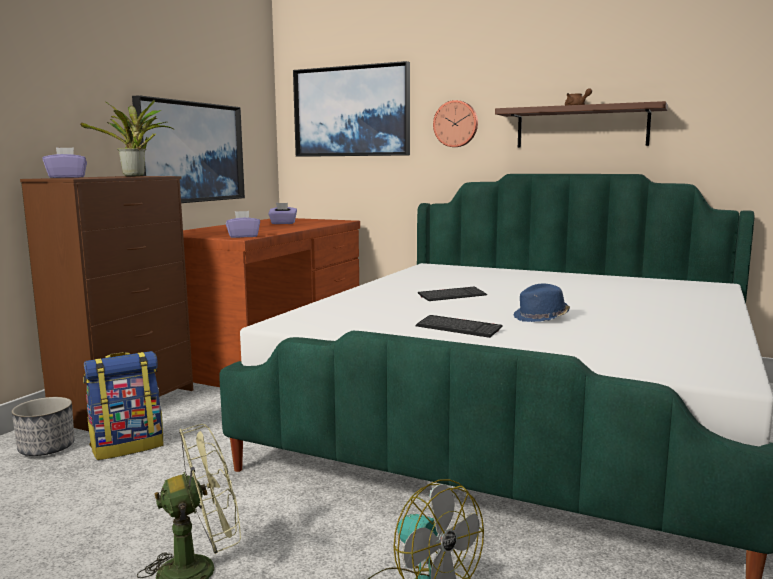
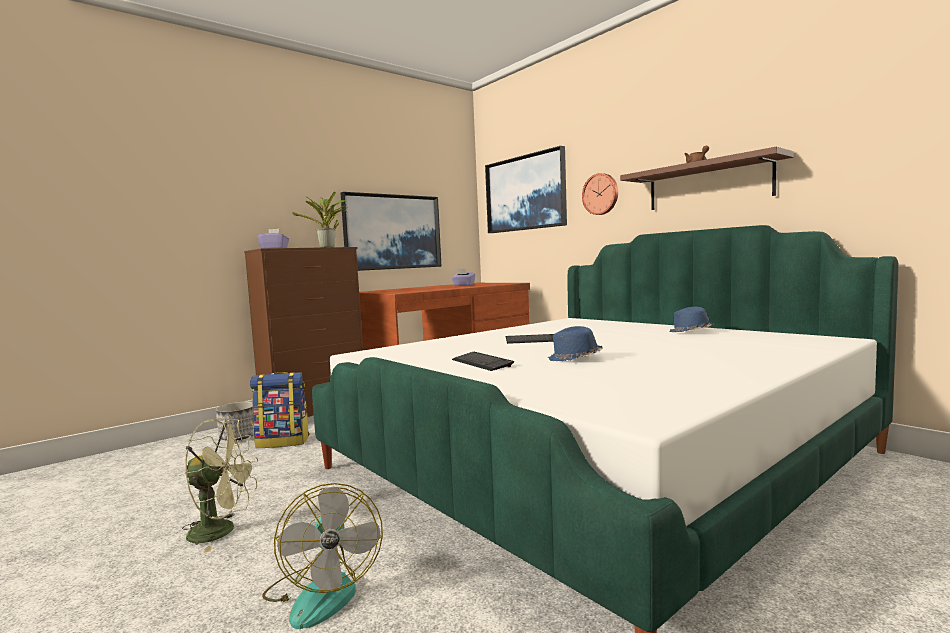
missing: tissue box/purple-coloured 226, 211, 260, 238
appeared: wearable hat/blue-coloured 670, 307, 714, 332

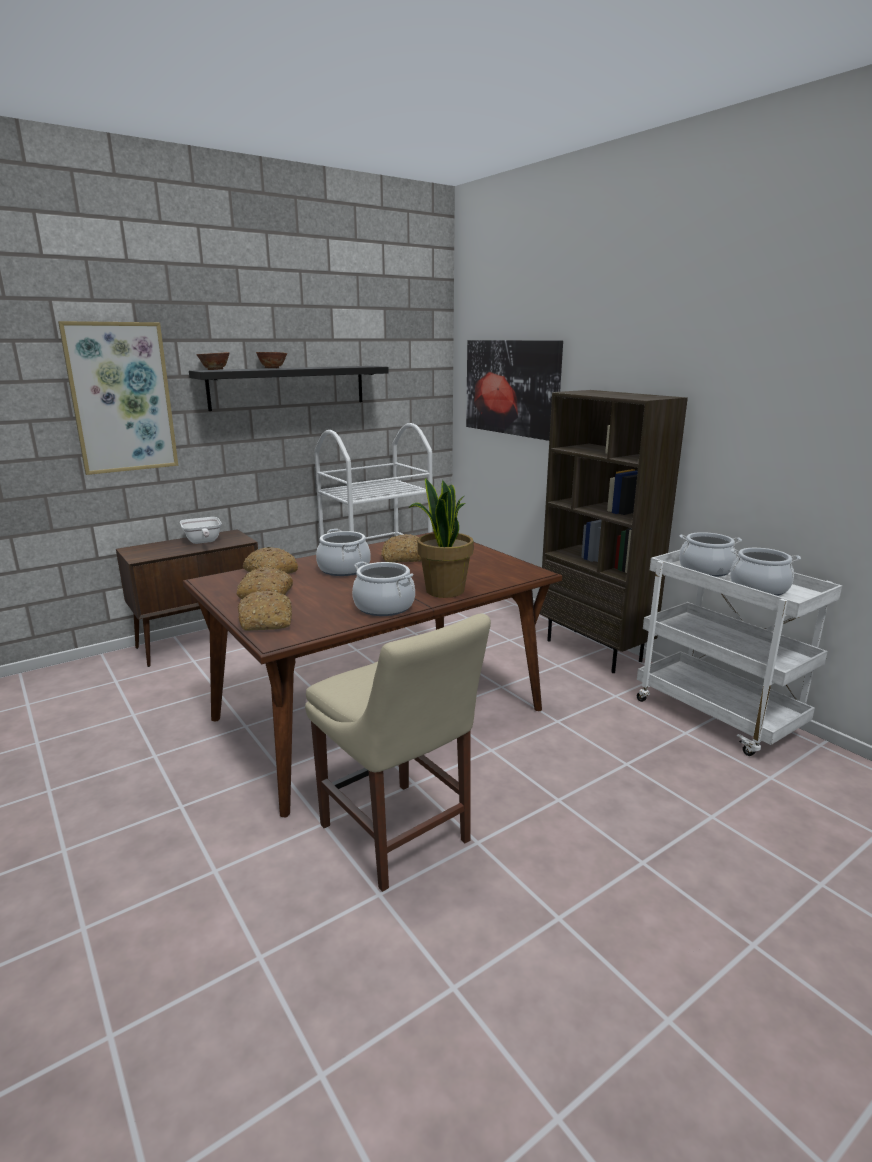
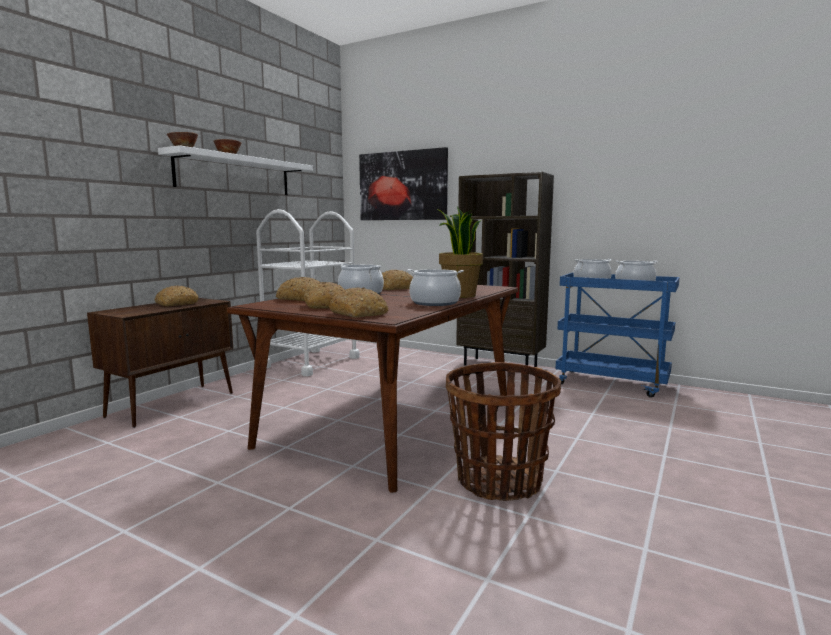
missing: wall picture 58, 321, 178, 475
exchanged: pan 180, 517, 222, 544 to baked bread 155, 286, 198, 306; chair/beige-coloured 305, 613, 491, 892 to basket 446, 362, 561, 501
colour: shelf/black 189, 366, 389, 411 to shelf/white 158, 145, 313, 195; wheeled cart/white 637, 550, 842, 756 to wheeled cart/blue-coloured 556, 272, 680, 398

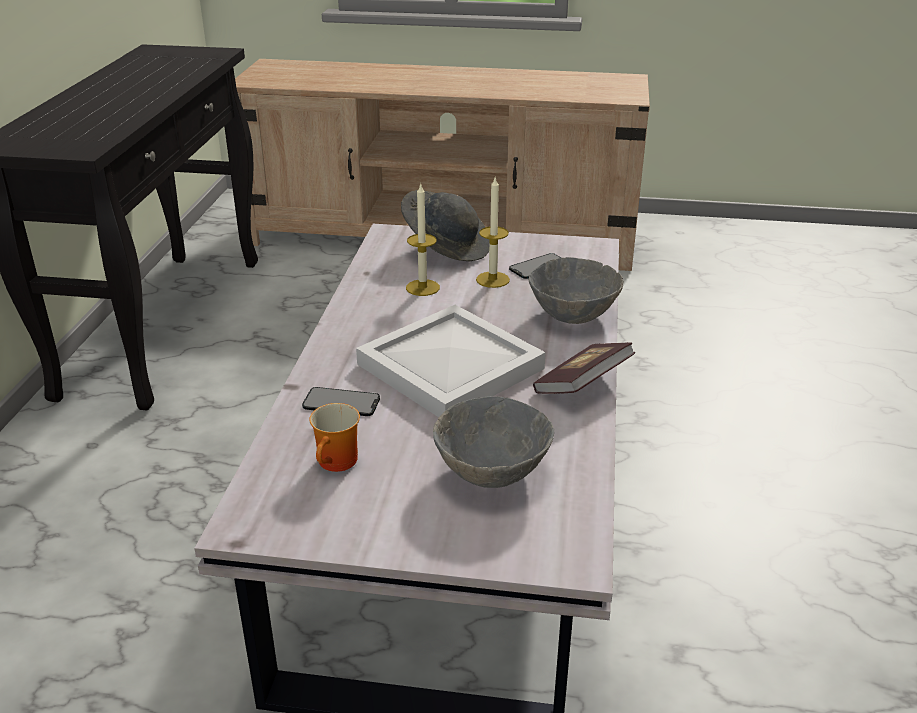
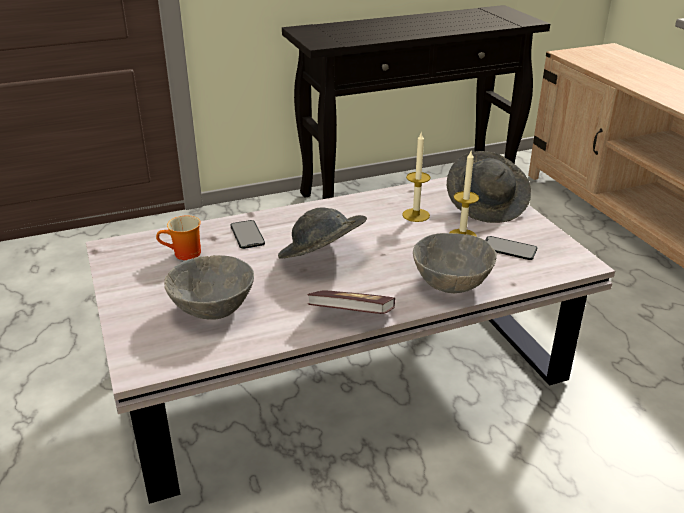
exchanged: carrying tray/white 356, 305, 546, 417 to wearable hat/greyish 278, 208, 367, 259

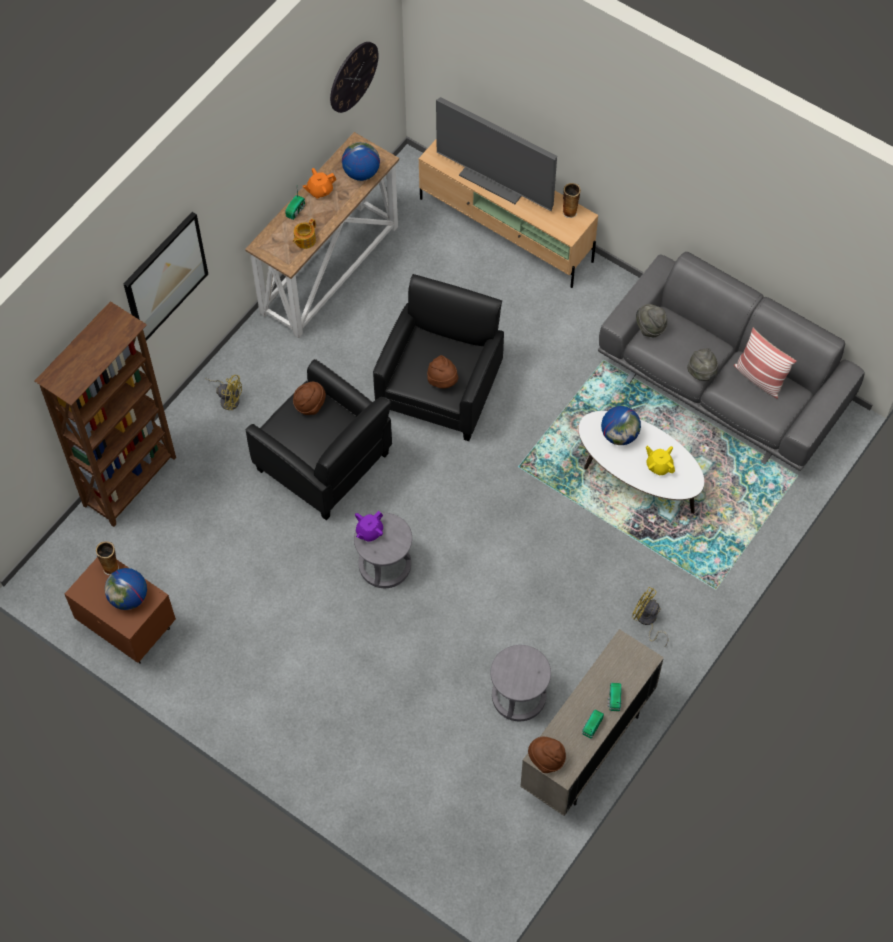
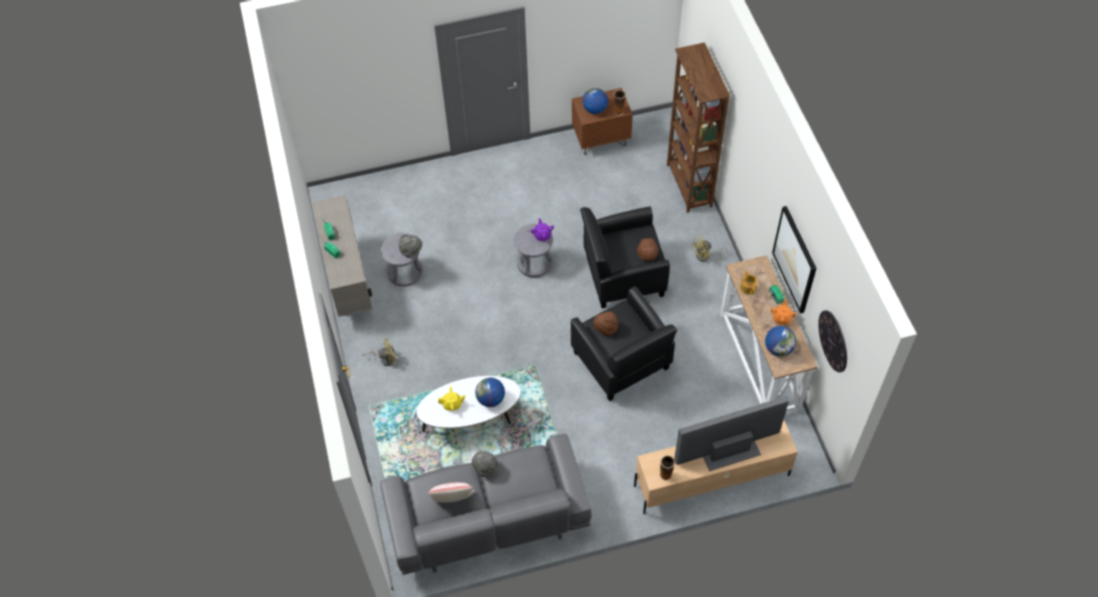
missing: wearable hat/brown 528, 737, 566, 773
relocated: wall picture 123, 212, 208, 341 to 772, 206, 817, 314; wearable hat/greyish 636, 304, 667, 337 to 399, 234, 422, 258

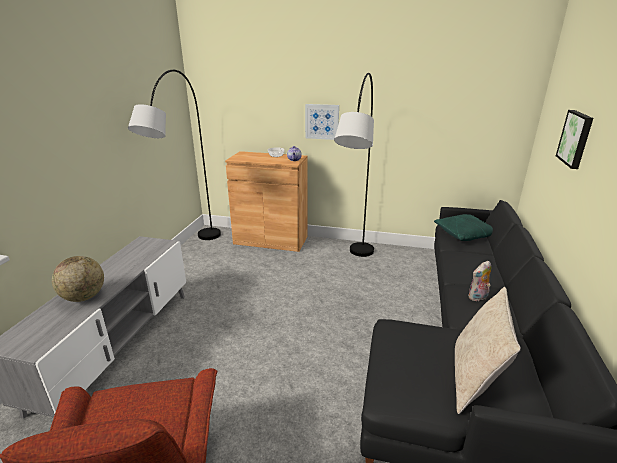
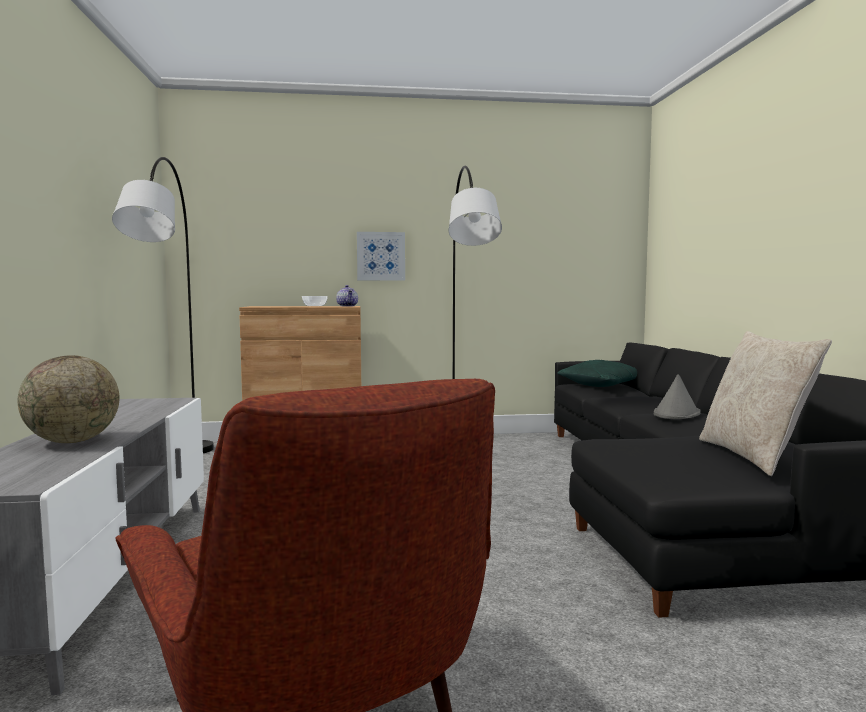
missing: wall picture 556, 110, 593, 169
exchanged: soft toy 468, 261, 491, 301 to wearable hat/greyish 654, 374, 701, 419

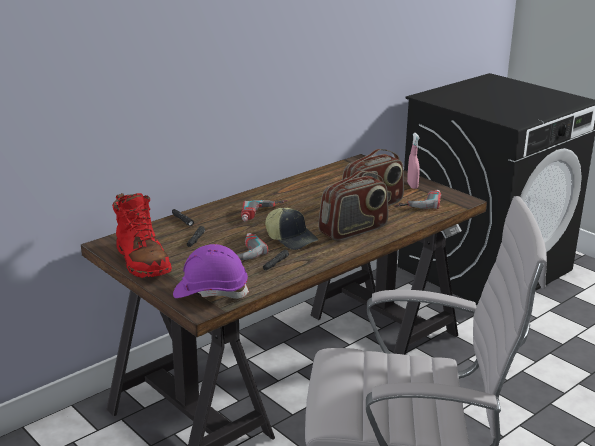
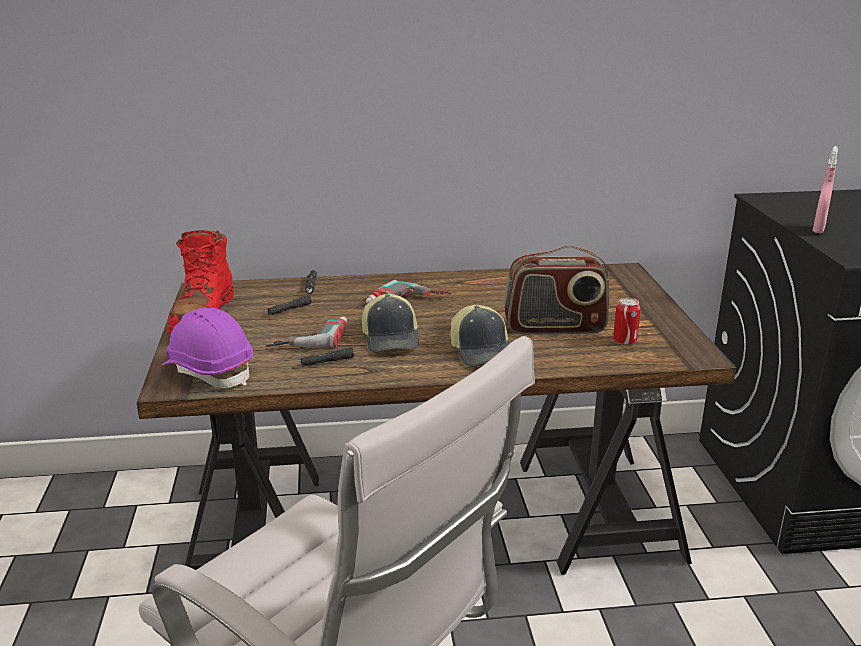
relocated: sprayer/pink-coloured 407, 133, 420, 189 to 812, 146, 838, 233
exchanged: radio receiver 319, 171, 388, 241 to peaked cap 451, 305, 509, 367; electric drill 394, 190, 441, 209 to metal can 613, 298, 641, 345

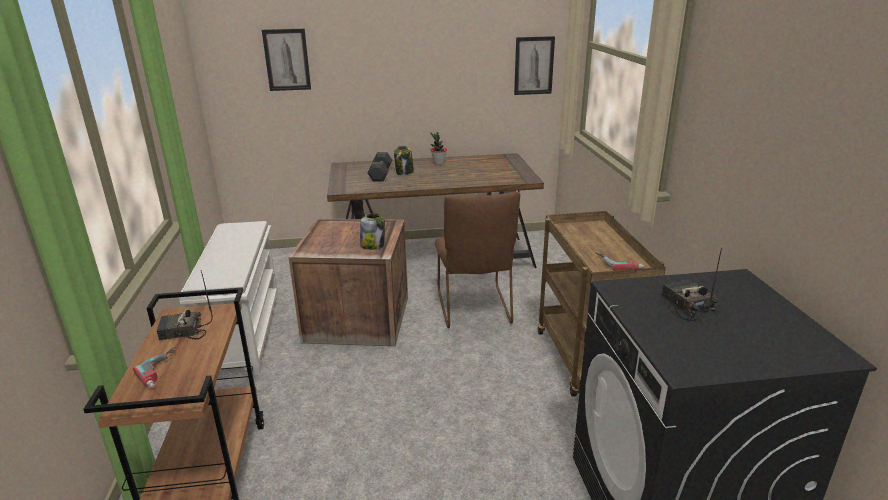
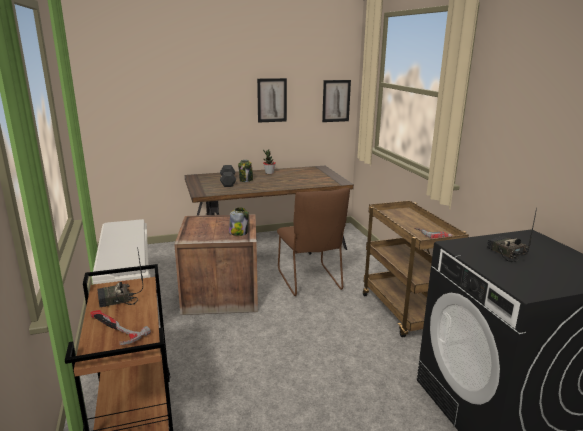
relocated: wall picture 262, 29, 311, 91 to 257, 78, 287, 123
exchanged: electric drill 133, 347, 176, 388 to tool hammer 90, 310, 151, 345

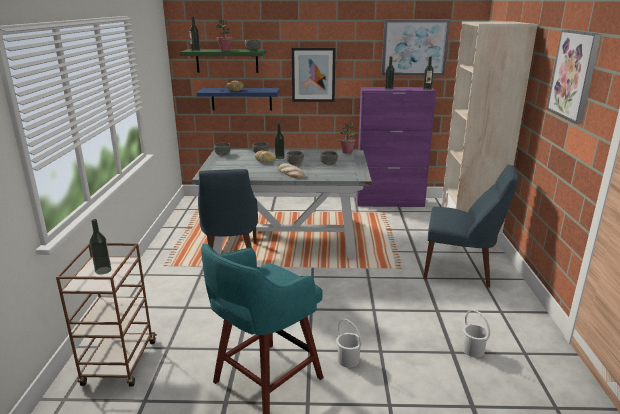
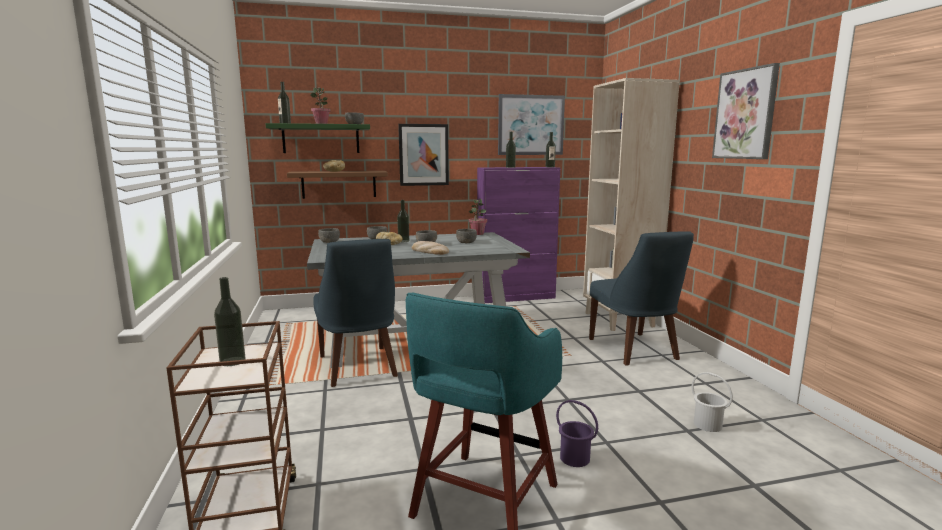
colour: shelf/blue-coloured 197, 88, 280, 110 to shelf/brown 287, 171, 388, 199; water bucket/white 336, 319, 362, 368 to water bucket/purple-coloured 556, 400, 598, 467
spun: chair/blue-coloured 423, 165, 519, 288 = 589, 231, 694, 366 75 degrees clockwise

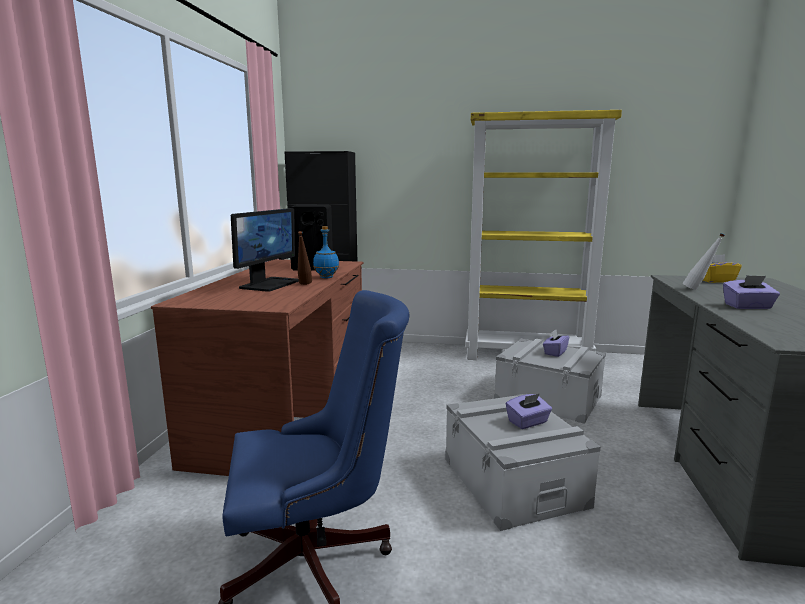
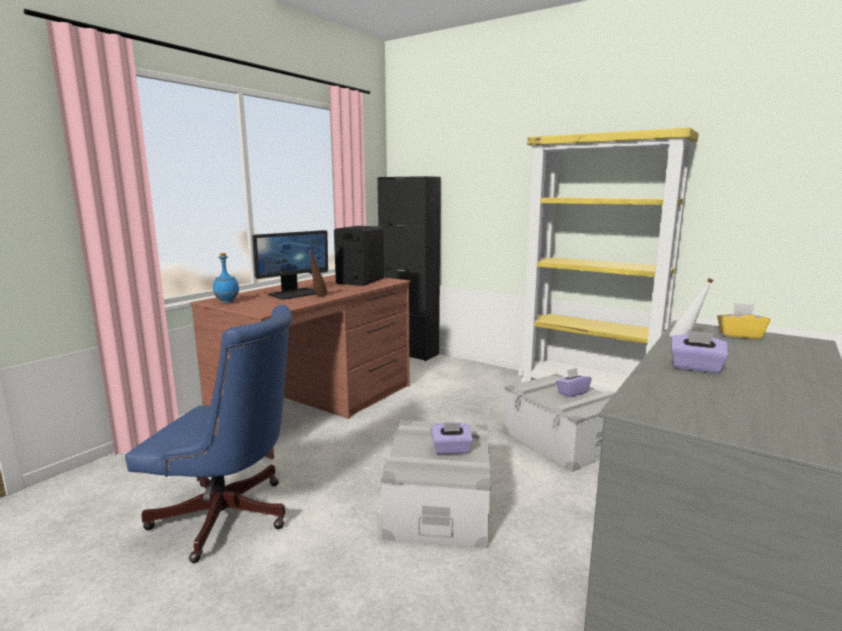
relocated: beverage bottle/blue-coloured 313, 226, 339, 278 to 213, 253, 240, 303

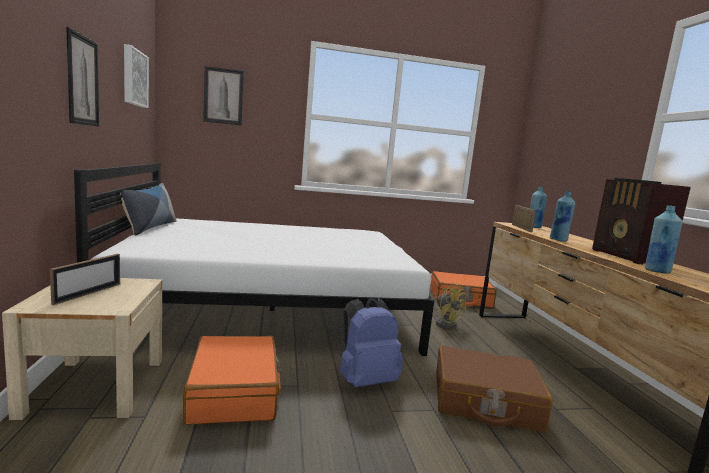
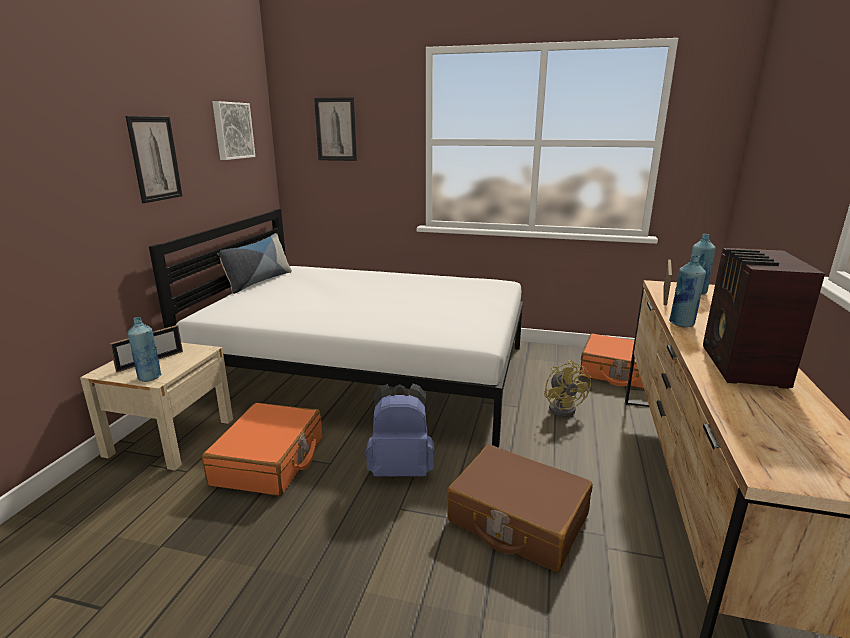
relocated: beverage bottle/blue-coloured 645, 205, 683, 274 to 128, 317, 162, 382

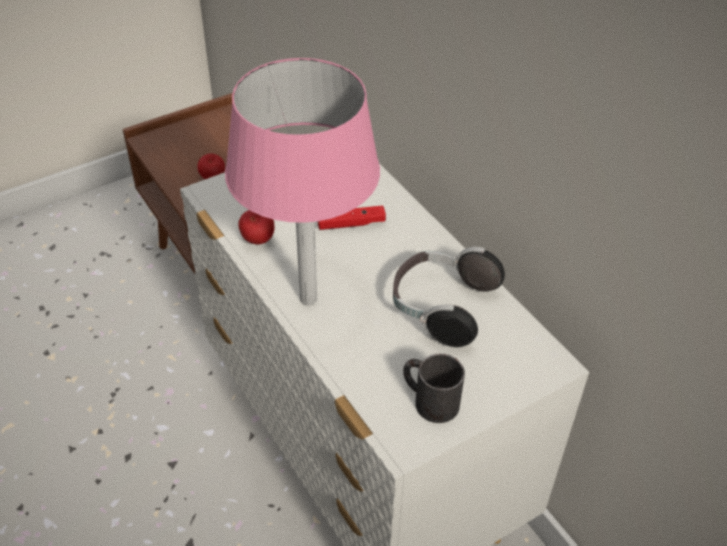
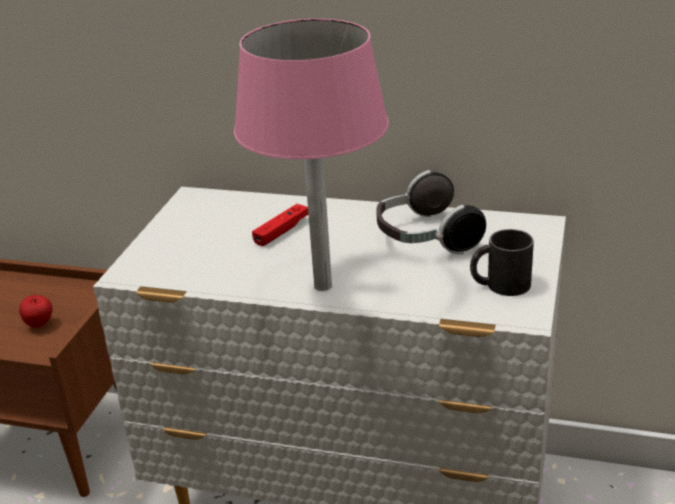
missing: apple 238, 210, 274, 245

